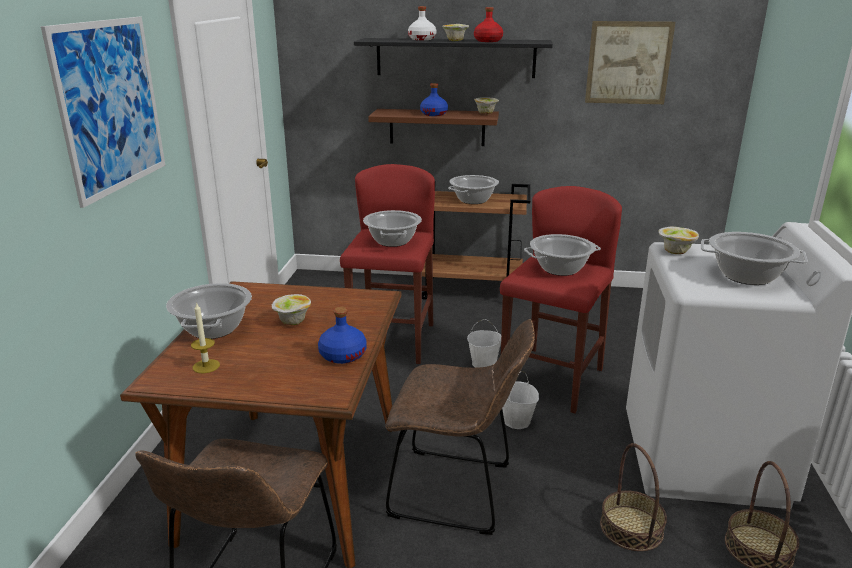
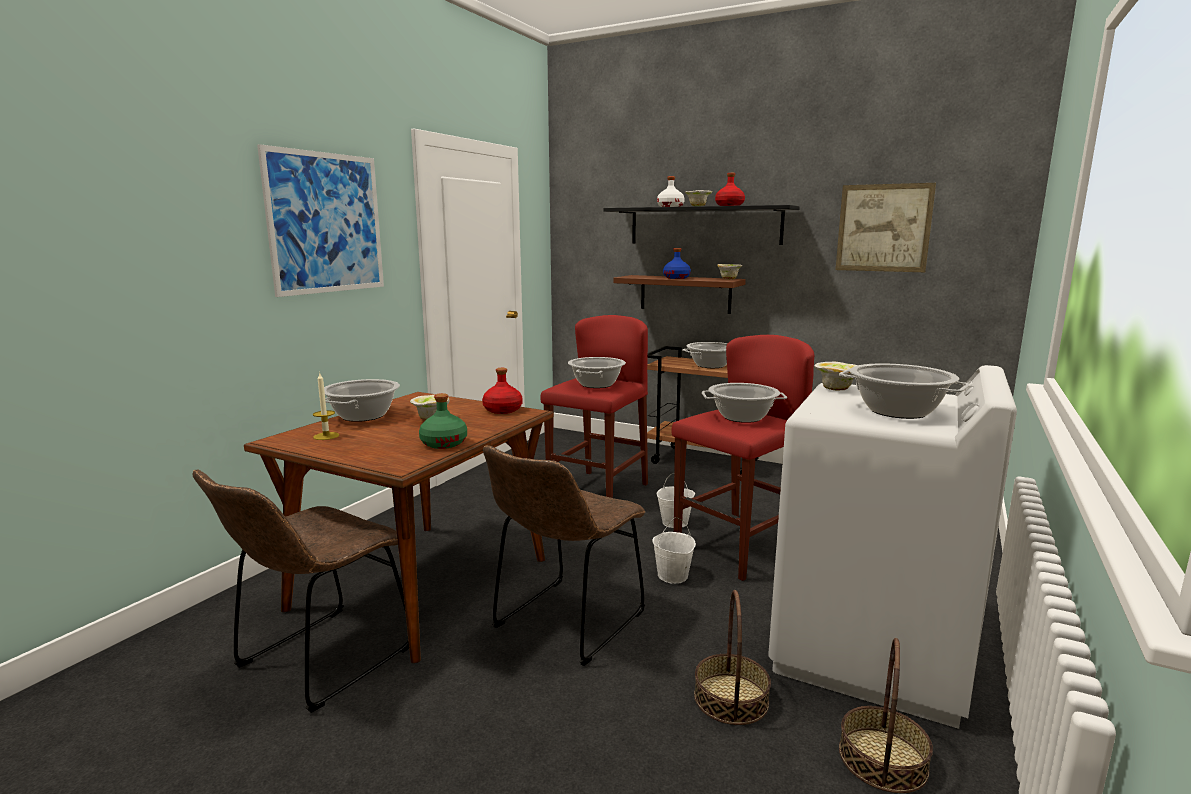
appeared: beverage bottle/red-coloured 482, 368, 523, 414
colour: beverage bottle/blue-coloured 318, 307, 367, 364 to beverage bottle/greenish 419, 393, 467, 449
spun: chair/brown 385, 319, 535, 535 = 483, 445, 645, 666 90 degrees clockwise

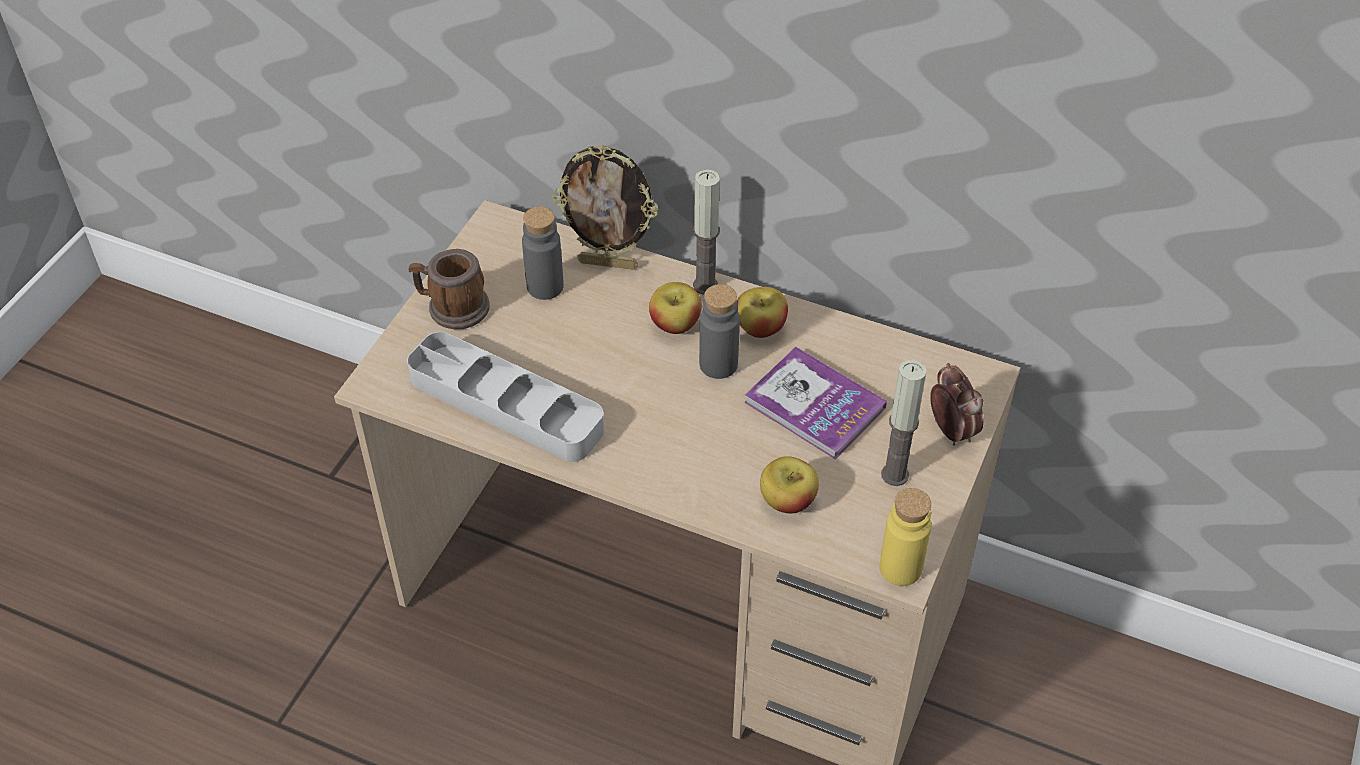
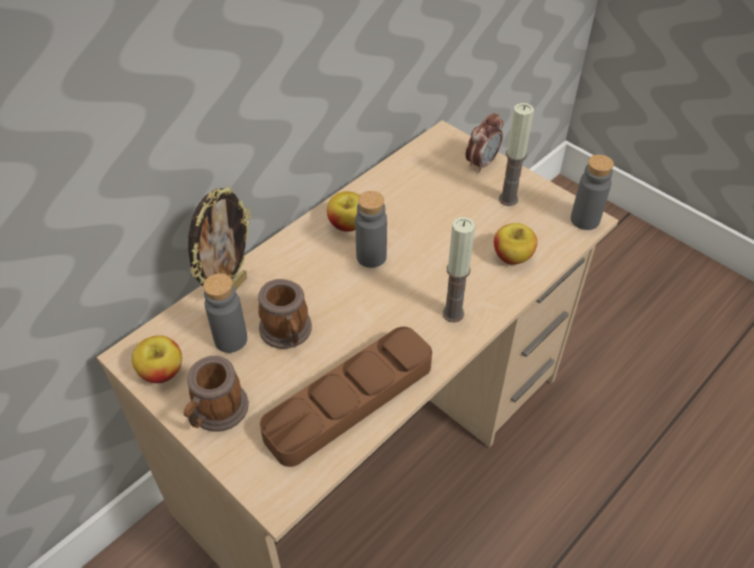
missing: volume 744, 347, 887, 460
appeared: mug 258, 279, 312, 349
relocated: apple 649, 282, 702, 334 to 132, 335, 182, 383; wax light 693, 169, 720, 295 to 443, 217, 475, 323
colour: carrying tray/greyish 407, 331, 604, 462 to carrying tray/brown 260, 327, 432, 467; beverage bottle/yellow-coloured 880, 488, 931, 586 to beverage bottle/greyish 571, 154, 614, 230
spun: table clock 930, 363, 984, 446 = 465, 113, 503, 173 135 degrees clockwise

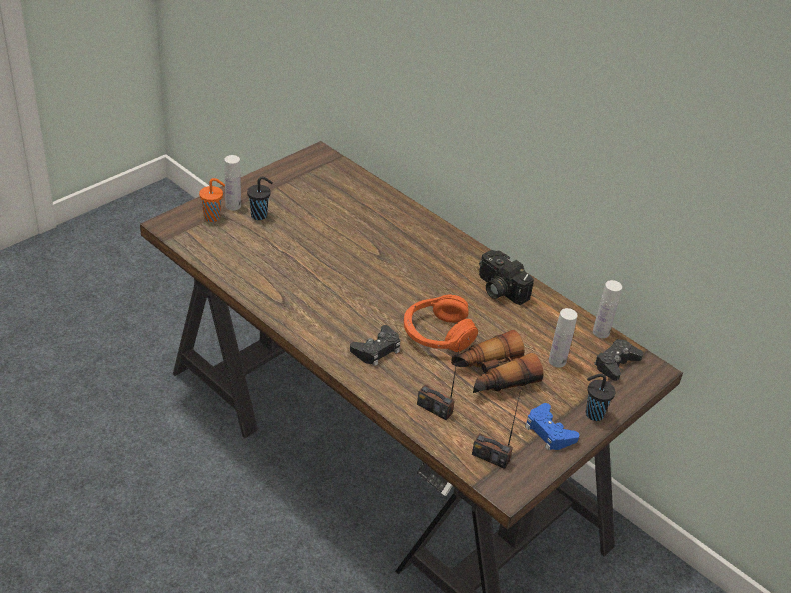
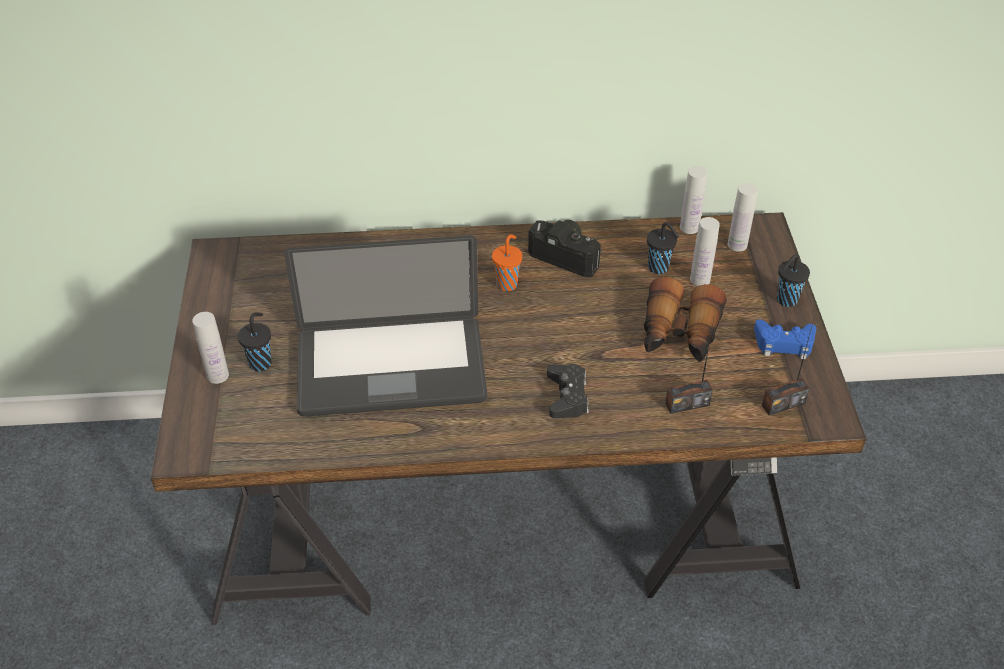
missing: headset/orange 404, 294, 478, 352
appeared: notebook computer 284, 236, 487, 417; small cup/black 647, 222, 679, 274
relocated: small cup/orange 199, 178, 225, 222 to 492, 234, 522, 291
exchanged: game controller/black 594, 339, 643, 381 to beverage bottle/white 728, 183, 758, 252
spun: photo camera 479, 250, 534, 305 = 528, 220, 602, 277 150 degrees counterclockwise

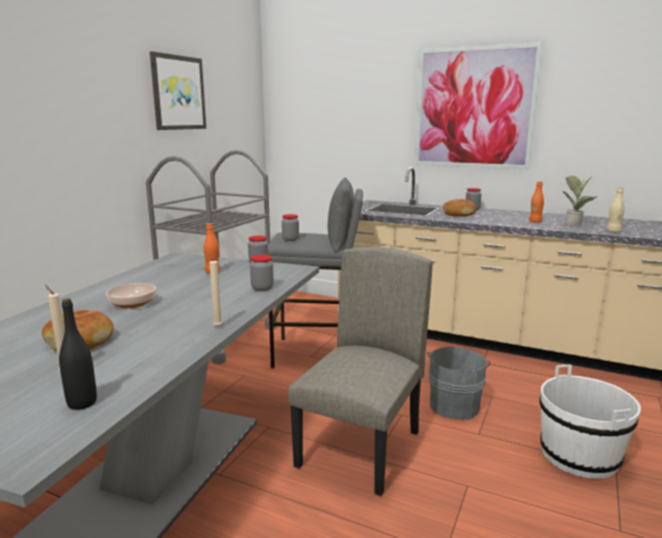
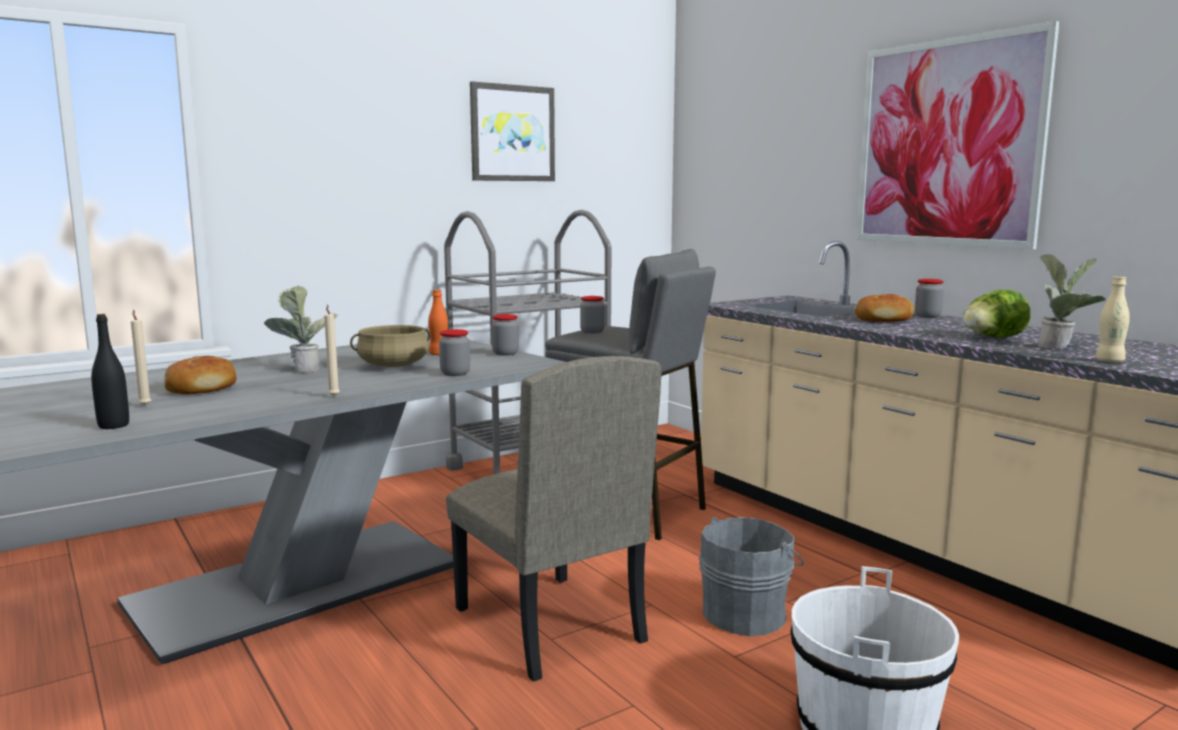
appeared: saucepot/beige-coloured 350, 325, 430, 367
exchanged: serving bowl 106, 283, 156, 309 to potted plant 264, 286, 338, 372; beverage bottle/orange 529, 181, 544, 223 to head of lettuce 963, 290, 1030, 338
spun: chair/beige-coloured 288, 247, 433, 496 = 446, 356, 662, 681 90 degrees clockwise

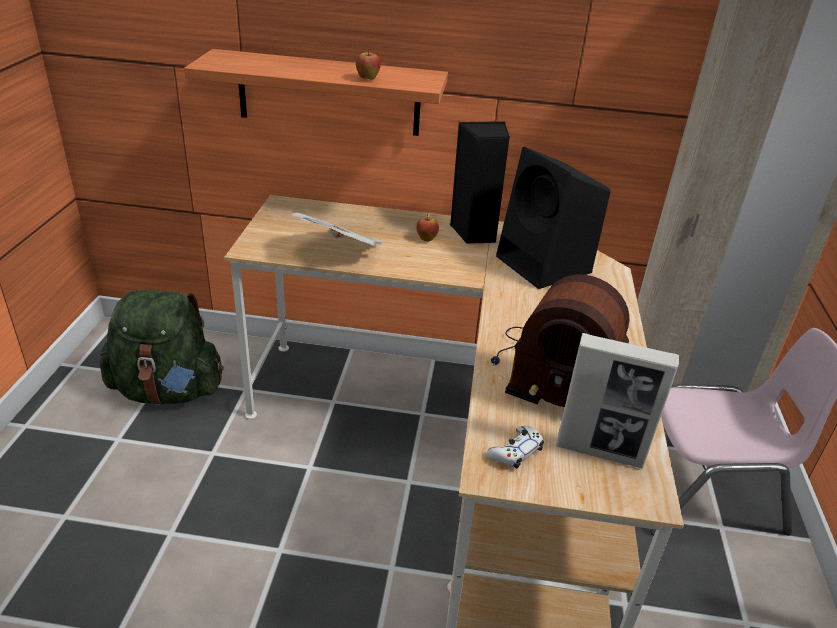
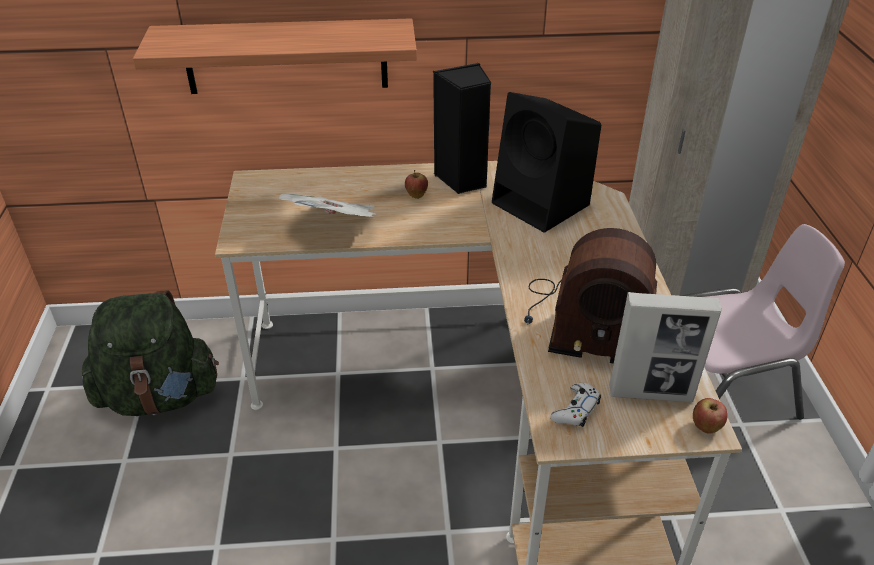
relocated: apple 356, 50, 380, 80 to 693, 398, 728, 434

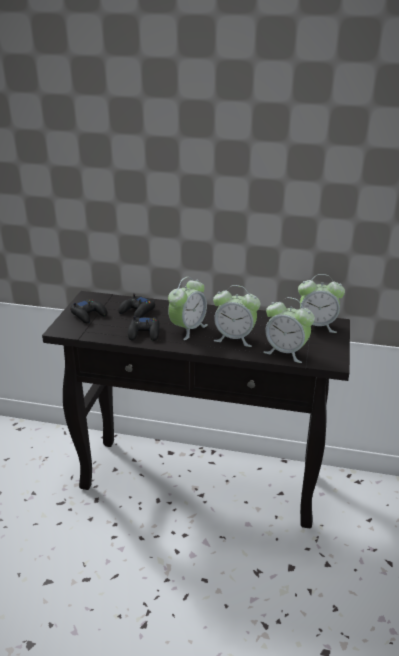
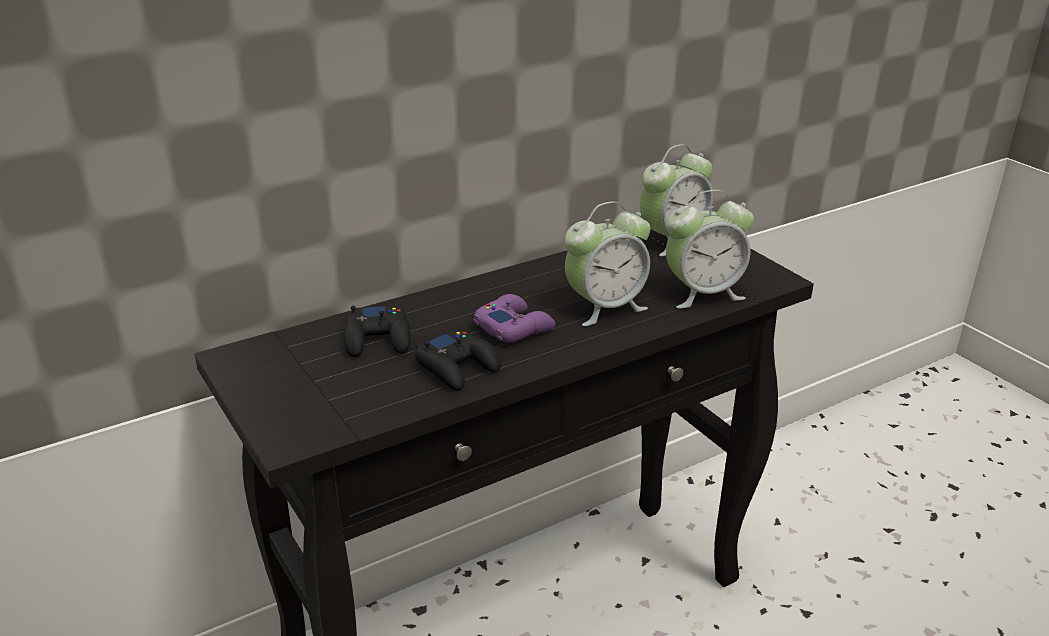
missing: game controller/black 70, 299, 107, 323
exchanged: table clock 168, 277, 208, 340 to game controller/purple-coloured 474, 294, 555, 343

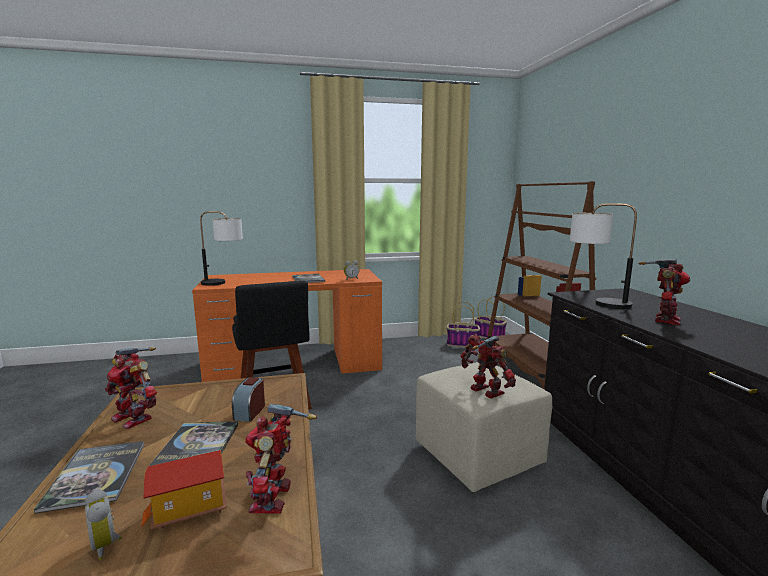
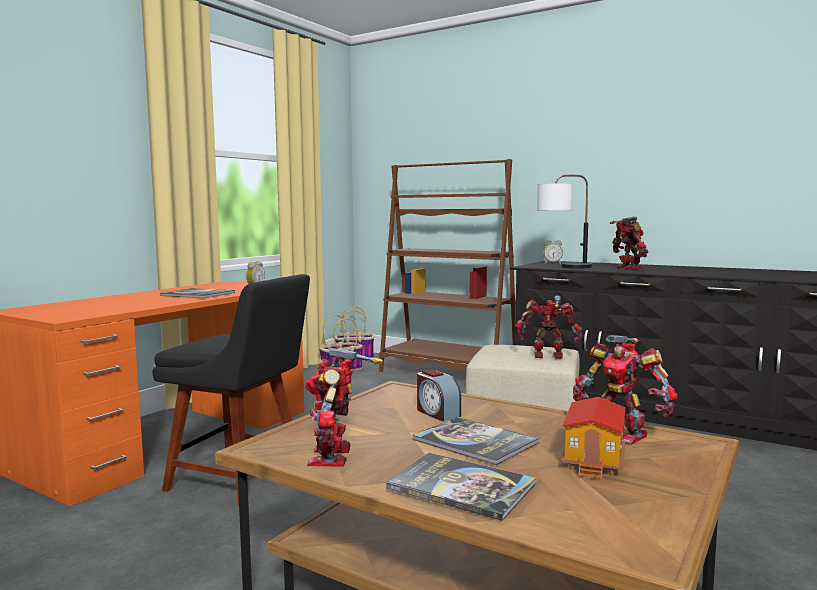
missing: table lamp 200, 211, 243, 286
relocated: table clock 85, 489, 122, 560 to 543, 240, 563, 264
spun: model robot 105, 347, 157, 429 = 305, 348, 383, 467 105 degrees clockwise

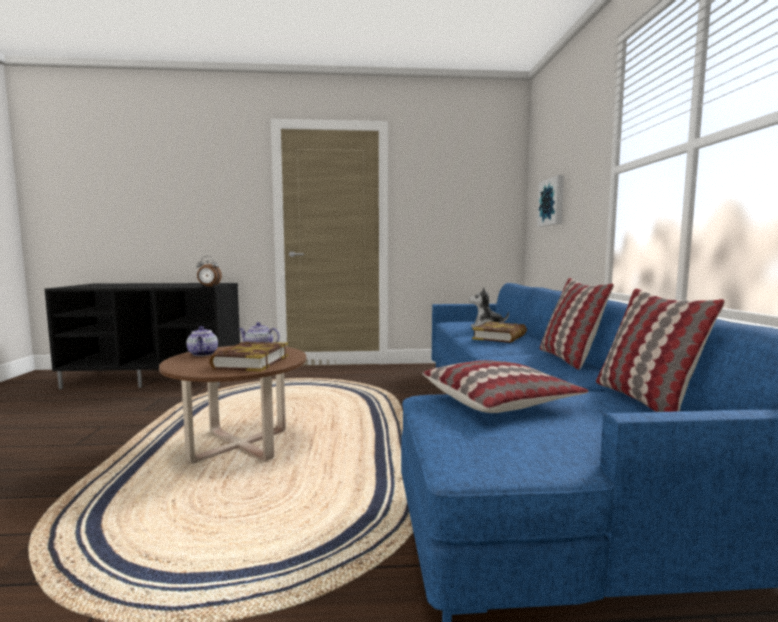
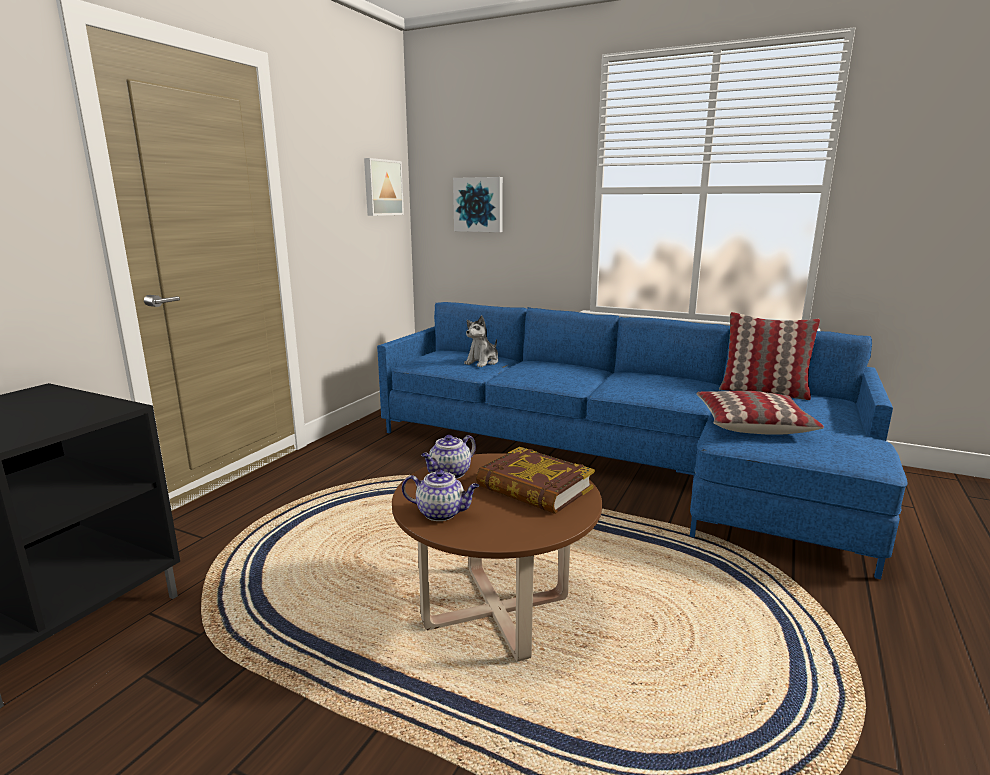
missing: table clock 196, 256, 222, 287; volume 472, 322, 527, 343; throw pillow 540, 278, 614, 370
appeared: wall picture 364, 158, 404, 216

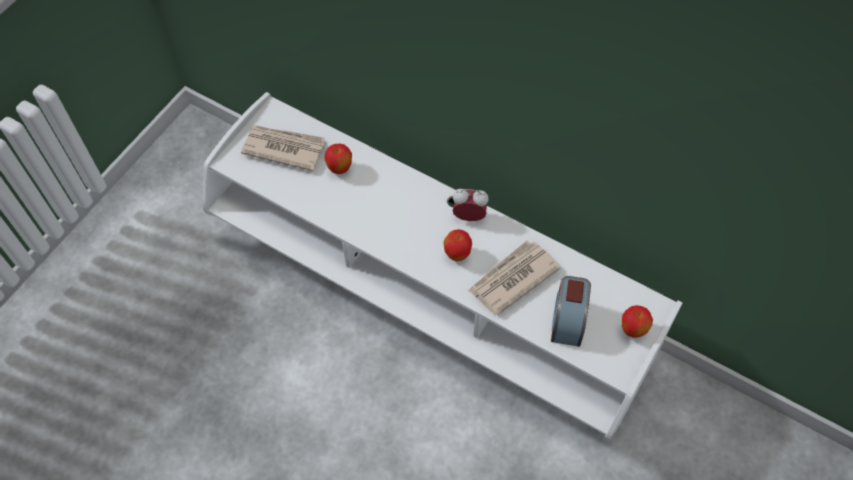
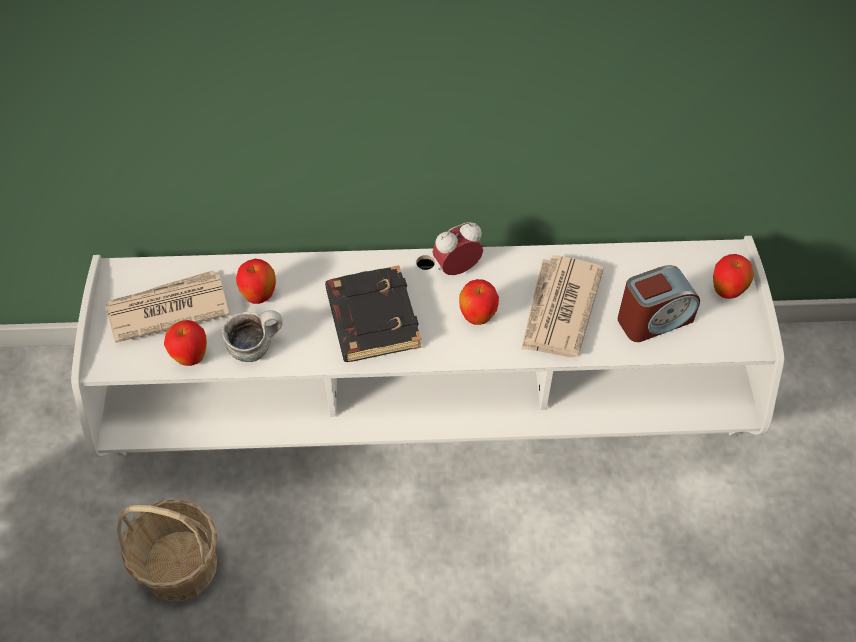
appeared: basket 117, 499, 217, 601; apple 164, 320, 207, 366; mug 222, 310, 283, 362; volume/black 325, 265, 422, 362
spun: table clock 551, 276, 591, 347 = 618, 265, 700, 342 90 degrees counterclockwise

